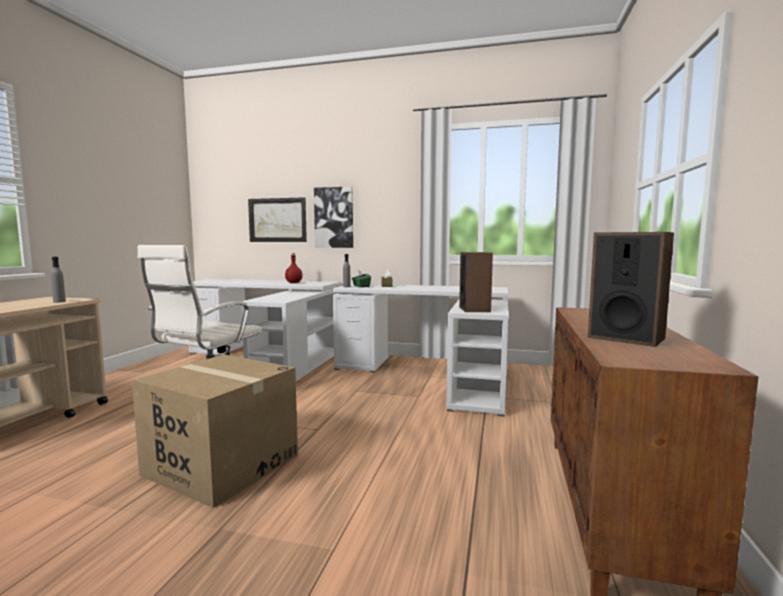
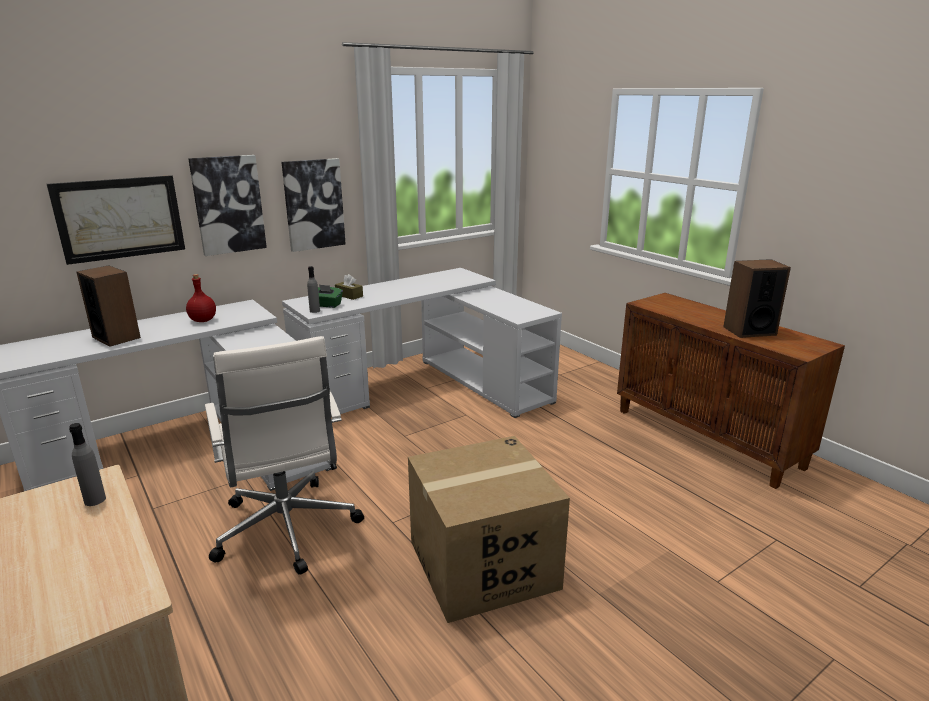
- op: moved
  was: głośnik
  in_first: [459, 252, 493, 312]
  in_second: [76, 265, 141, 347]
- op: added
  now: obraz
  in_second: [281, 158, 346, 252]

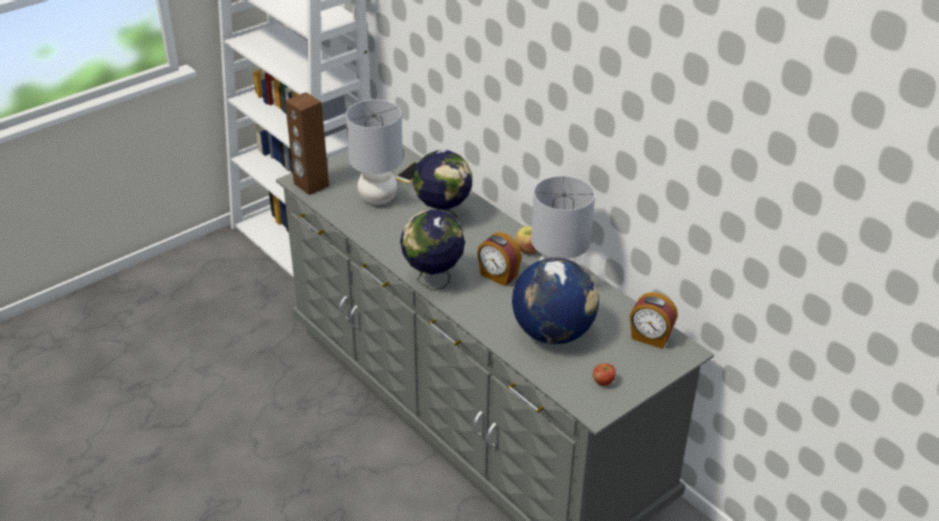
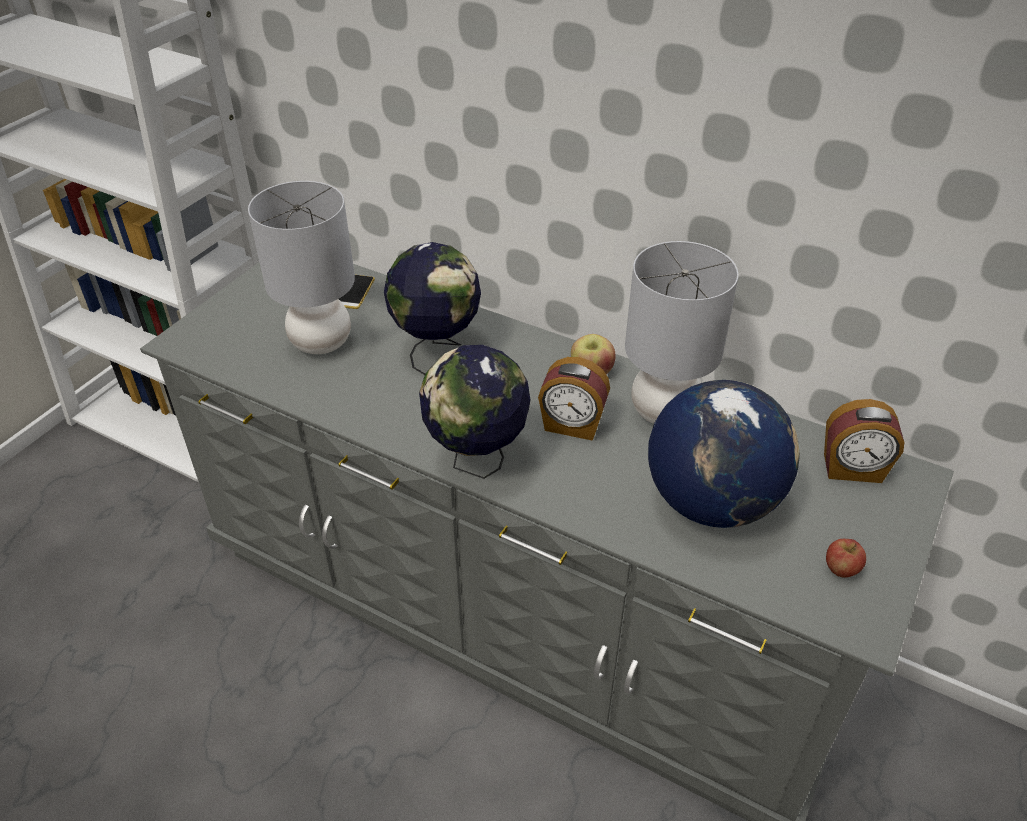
- op: removed
  was: głośnik [brązowy]
  in_first: [285, 92, 329, 195]

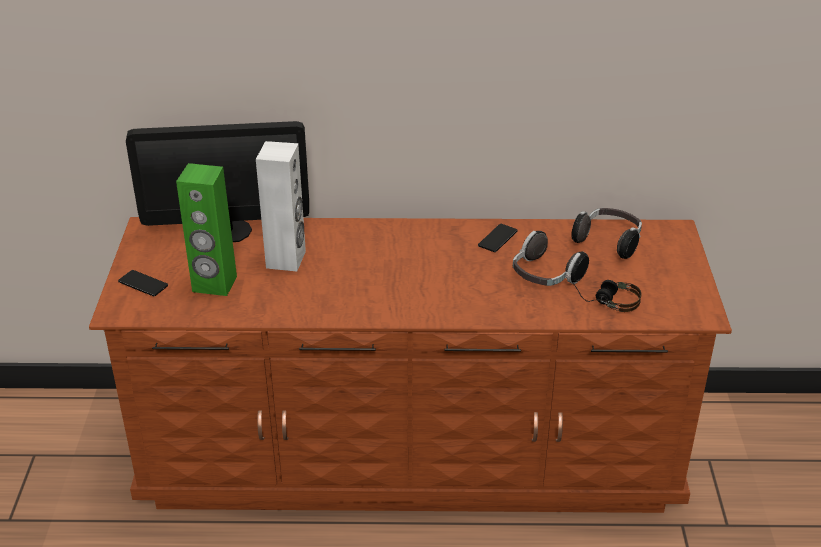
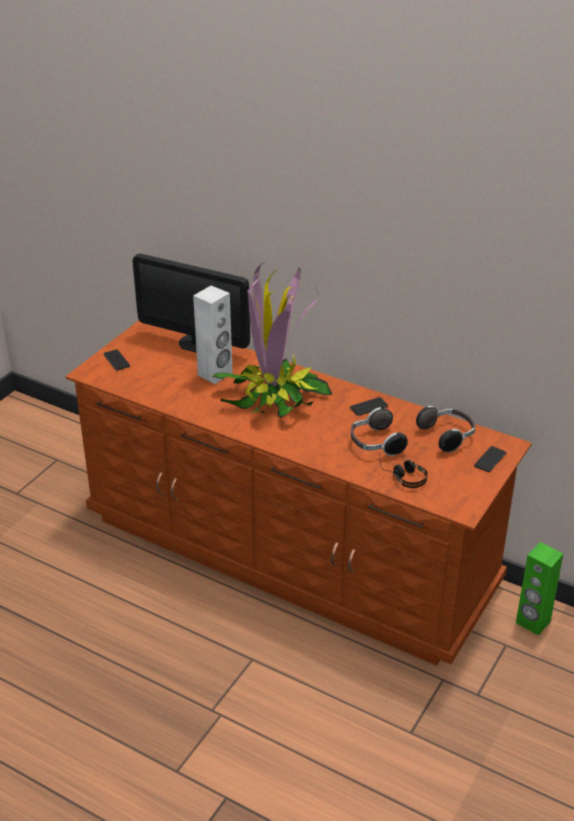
- op: moved
  was: głośnik [zielony]
  in_first: [176, 163, 237, 296]
  in_second: [516, 542, 563, 635]
- op: added
  now: roślina doniczkowa
  in_second: [211, 262, 332, 417]
- op: added
  now: telefon
  in_second: [474, 446, 506, 472]

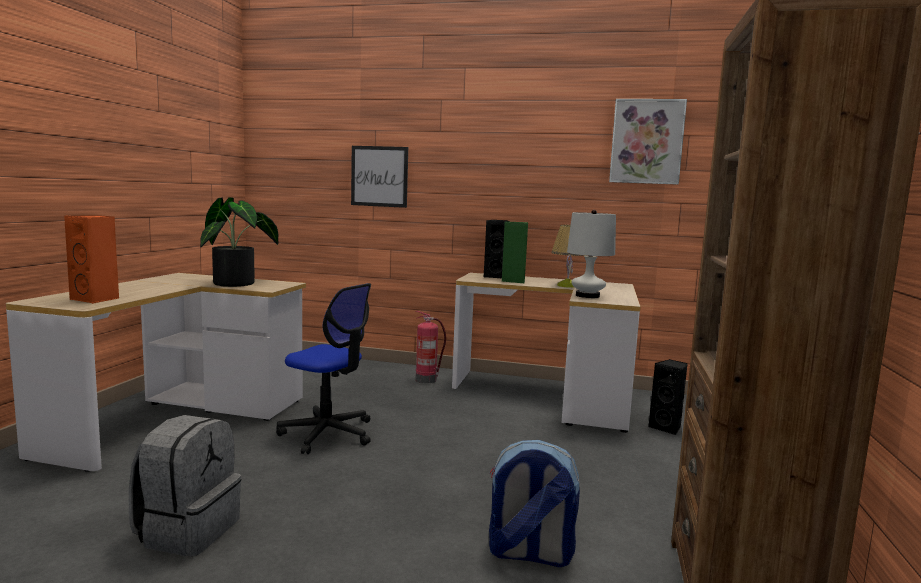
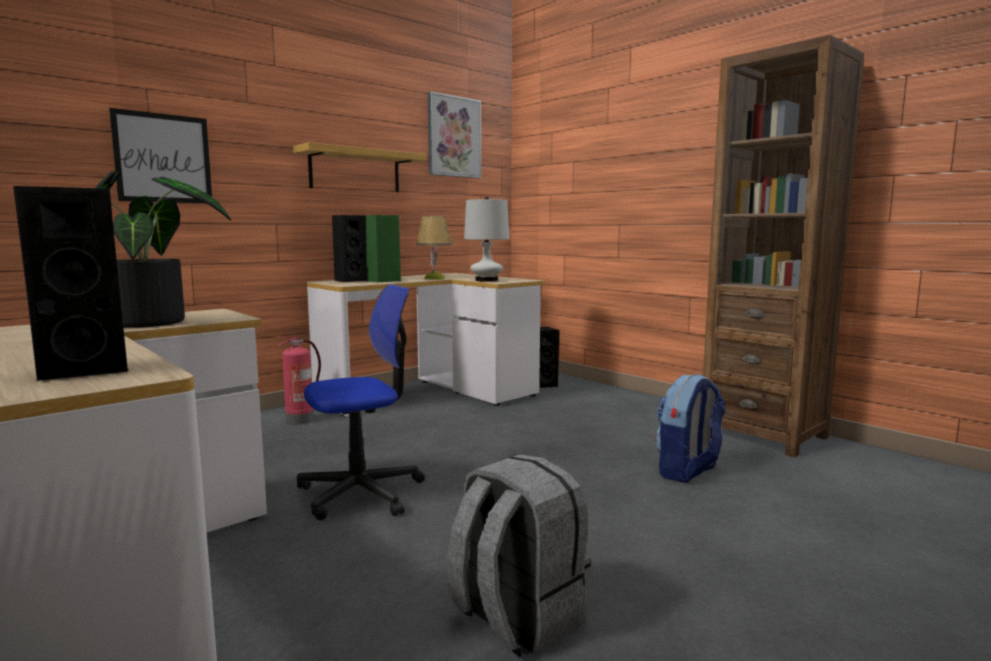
- op: recoloured
  was: głośnik [pomarańczowy]
  now: głośnik [czarny]
  in_first: [64, 215, 119, 304]
  in_second: [13, 186, 129, 381]
- op: added
  now: półka
  in_second: [293, 142, 426, 192]

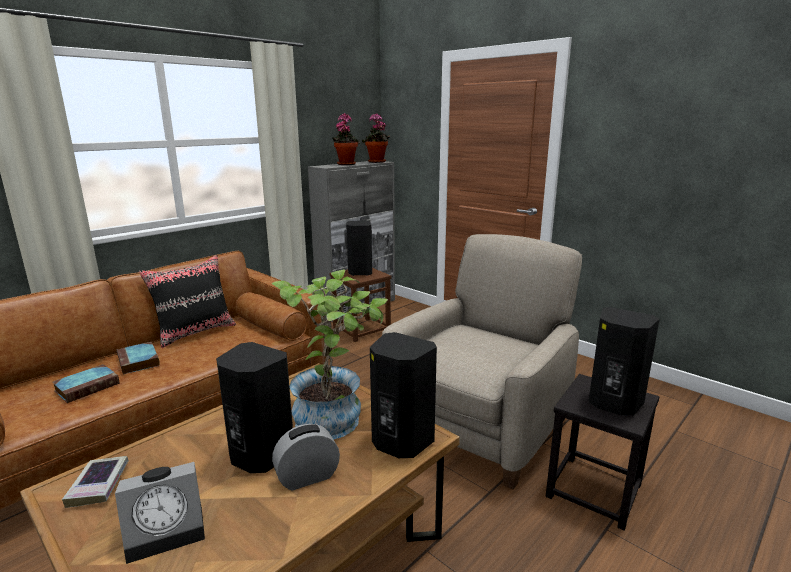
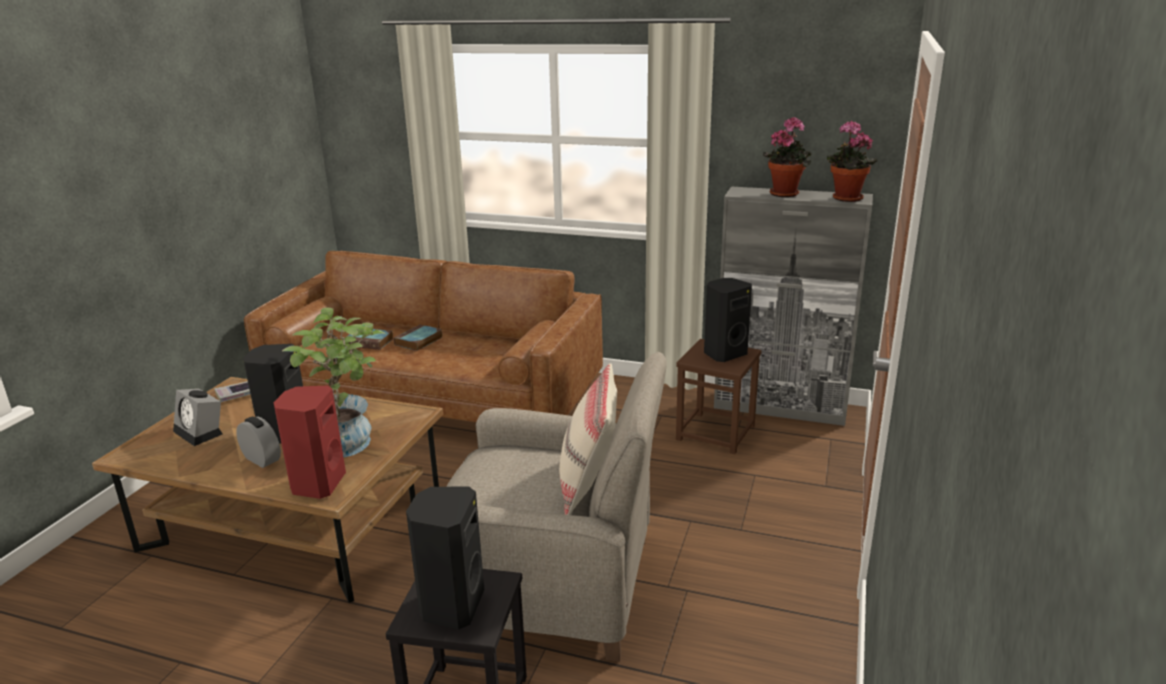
- op: removed
  was: poduszka [czarny]
  in_first: [139, 255, 236, 348]
- op: recoloured
  was: głośnik [czarny]
  now: głośnik [czerwony]
  in_first: [370, 332, 437, 458]
  in_second: [273, 385, 346, 499]
- op: added
  now: poduszka [beżowy]
  in_second: [559, 363, 617, 515]

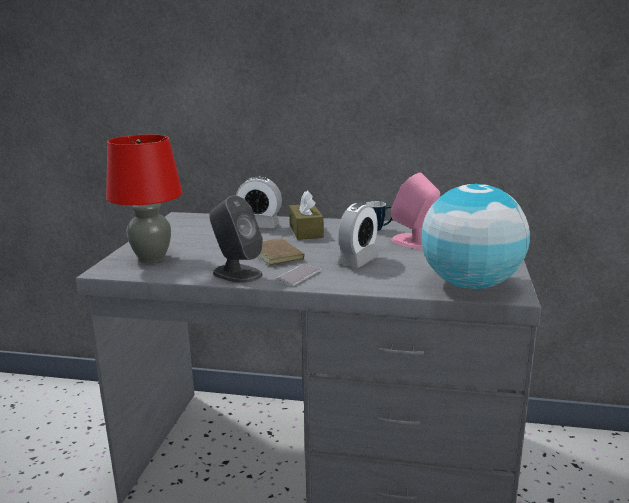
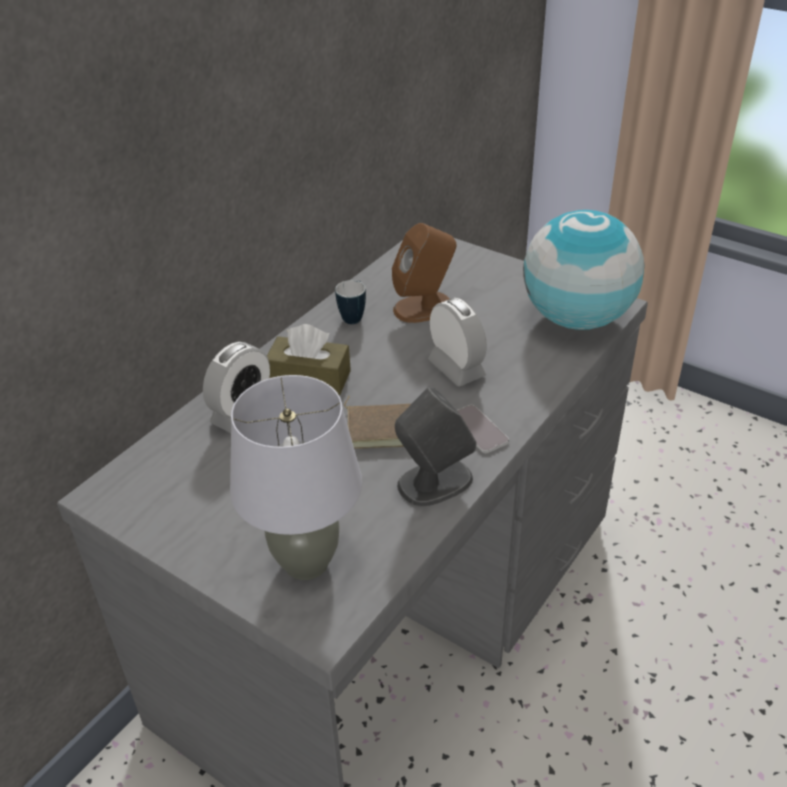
- op: recoloured
  was: lampa stołowa [czerwony]
  now: lampa stołowa [szary]
  in_first: [106, 135, 183, 263]
  in_second: [230, 375, 362, 580]
- op: recoloured
  was: głośnik [różowy]
  now: głośnik [brązowy]
  in_first: [391, 173, 440, 249]
  in_second: [392, 223, 457, 323]

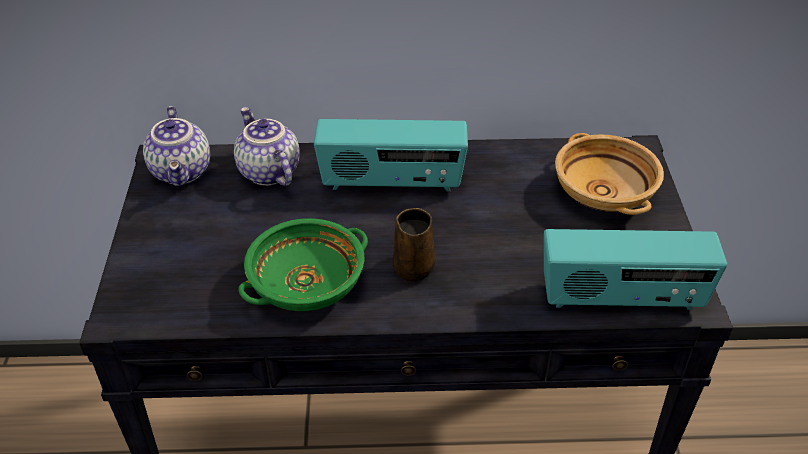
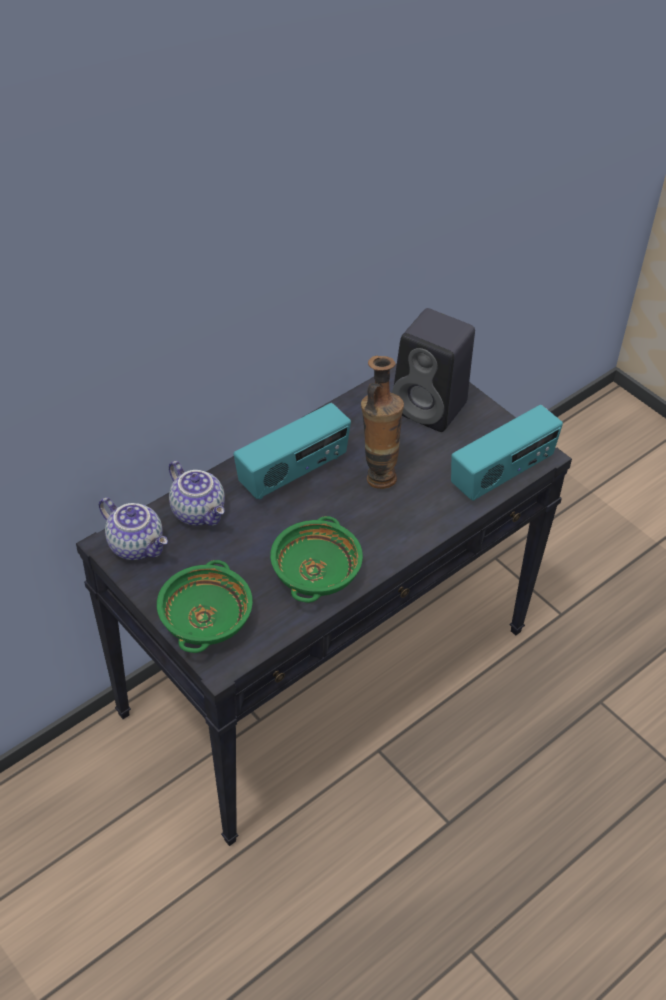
- op: turned
  was: imbryk
  in_first: [234, 107, 300, 186]
  in_second: [169, 461, 225, 526]
  clockwise: -150
- op: replaced
  was: miska [beżowy]
  now: głośnik [czarny]
  in_first: [555, 133, 664, 215]
  in_second: [392, 308, 475, 432]
- op: removed
  was: kubek [brązowy]
  in_first: [393, 208, 435, 282]
- op: added
  now: wazon
  in_second: [361, 356, 404, 489]
- op: added
  now: miska [zielony]
  in_second: [157, 560, 253, 653]

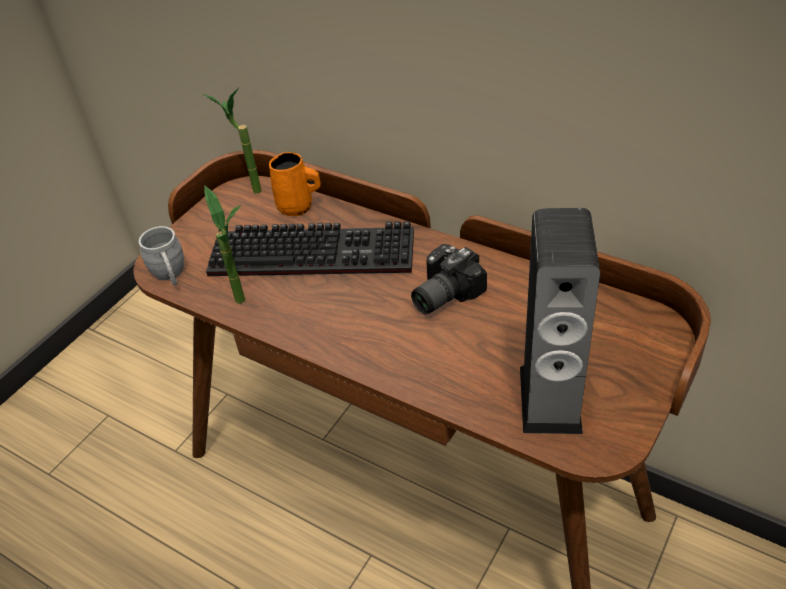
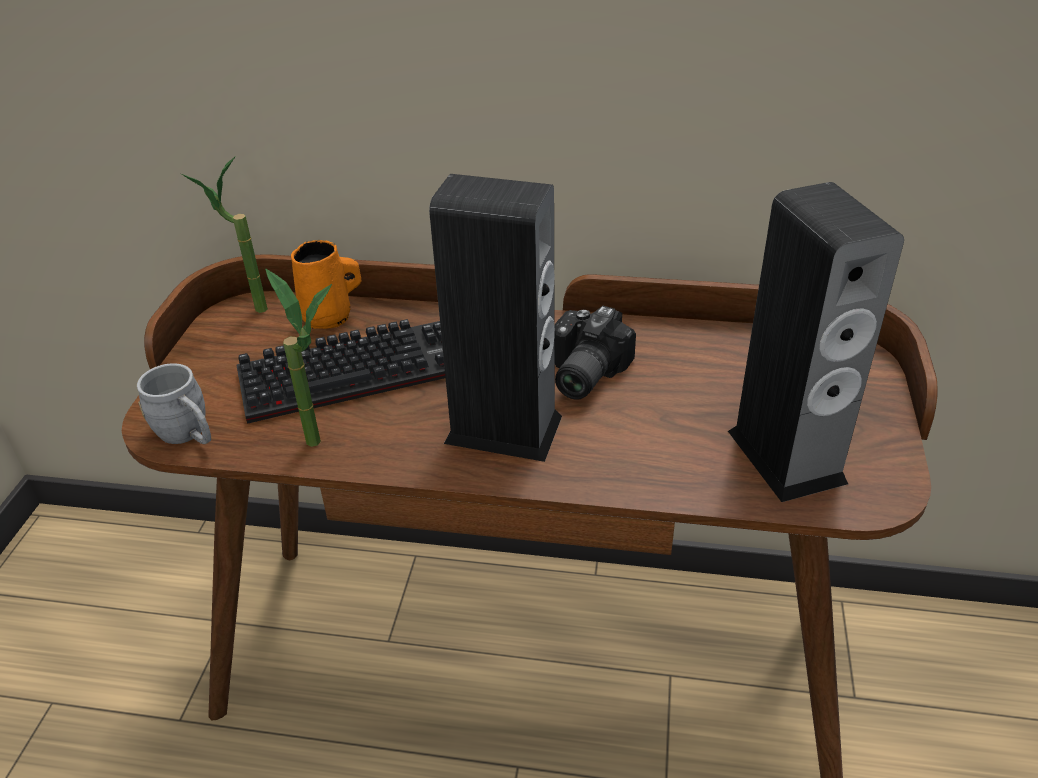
- op: added
  now: głośnik
  in_second: [429, 174, 562, 462]

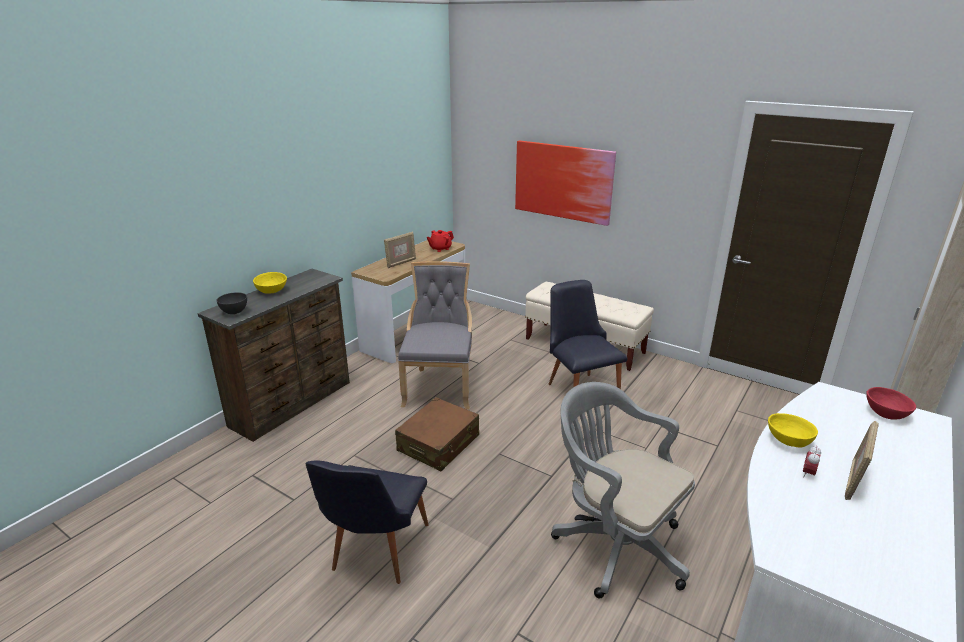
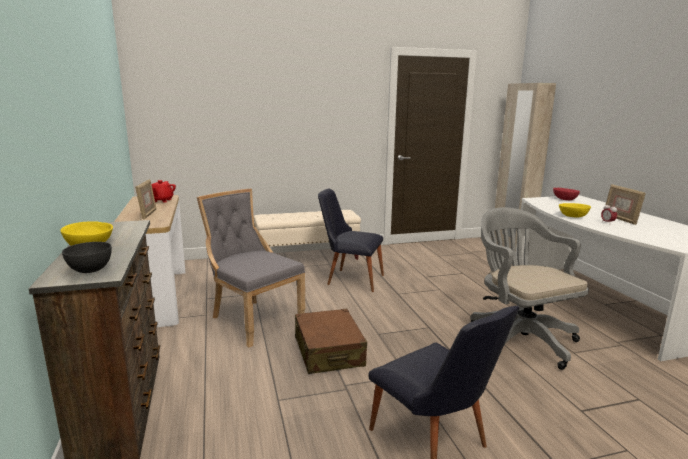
- op: removed
  was: obraz
  in_first: [515, 140, 616, 226]
- op: turned
  was: krzesło biurowe [szary]
  in_first: [551, 382, 695, 598]
  in_second: [470, 207, 589, 370]
  clockwise: 75

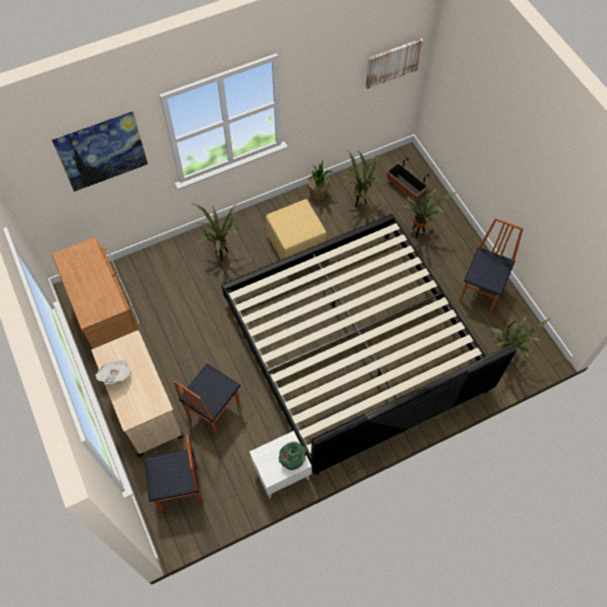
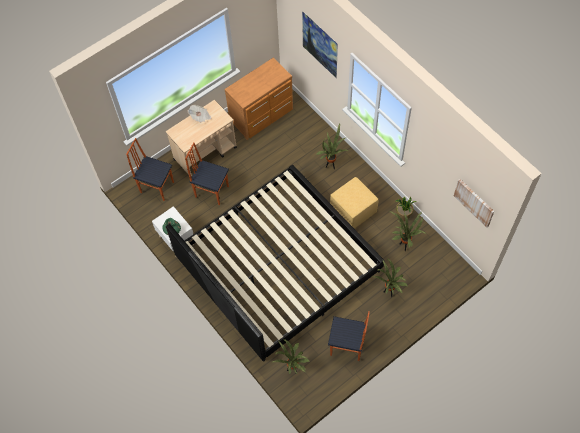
- op: removed
  was: donica
  in_first: [386, 157, 429, 202]
- op: turned
  was: krzesło
  in_first: [145, 435, 203, 511]
  in_second: [126, 138, 174, 201]
  clockwise: 135

